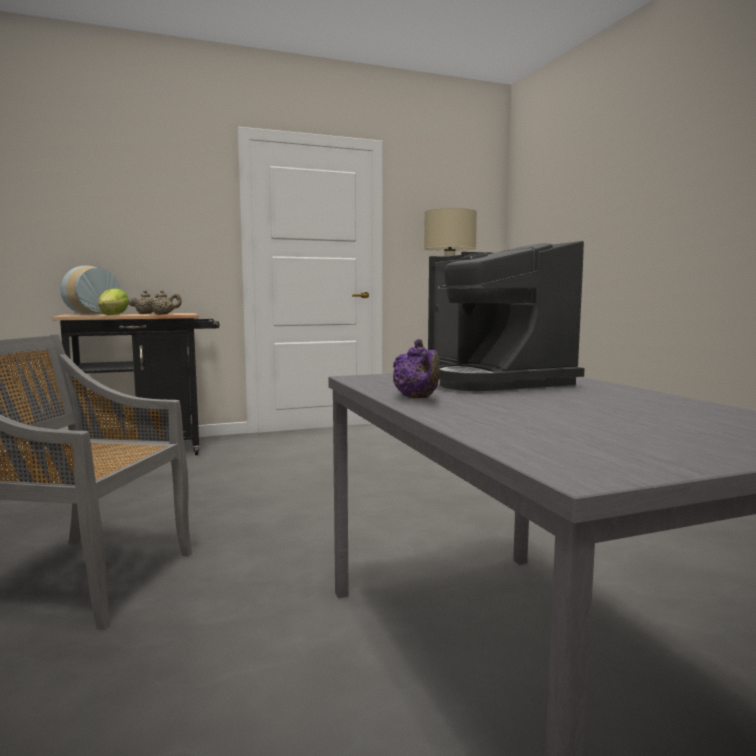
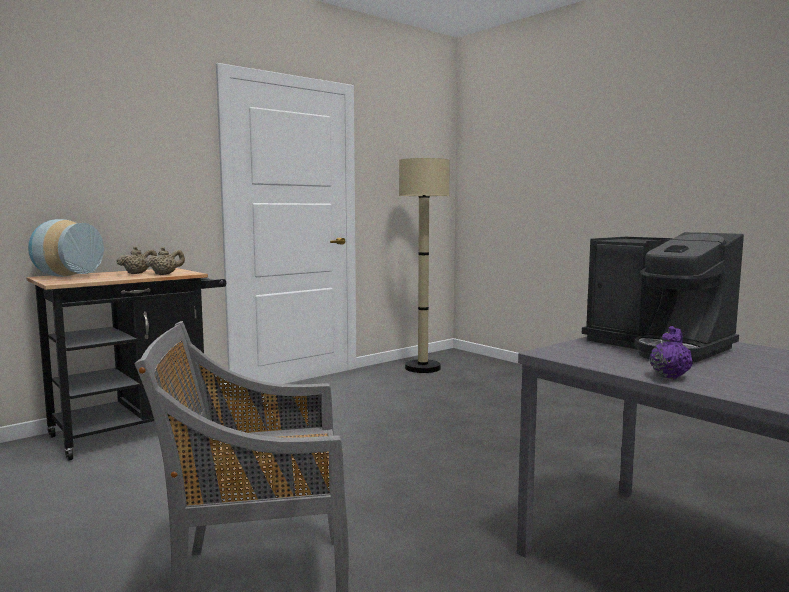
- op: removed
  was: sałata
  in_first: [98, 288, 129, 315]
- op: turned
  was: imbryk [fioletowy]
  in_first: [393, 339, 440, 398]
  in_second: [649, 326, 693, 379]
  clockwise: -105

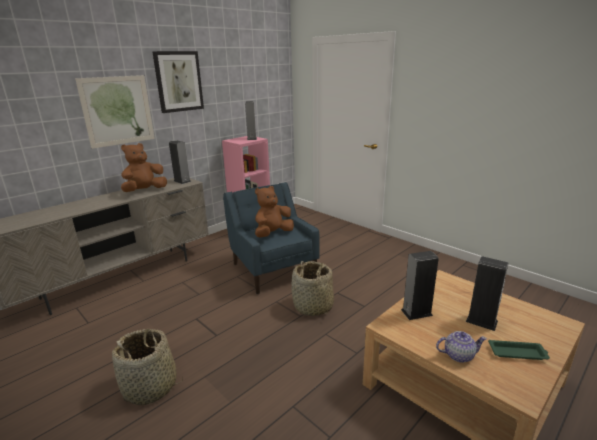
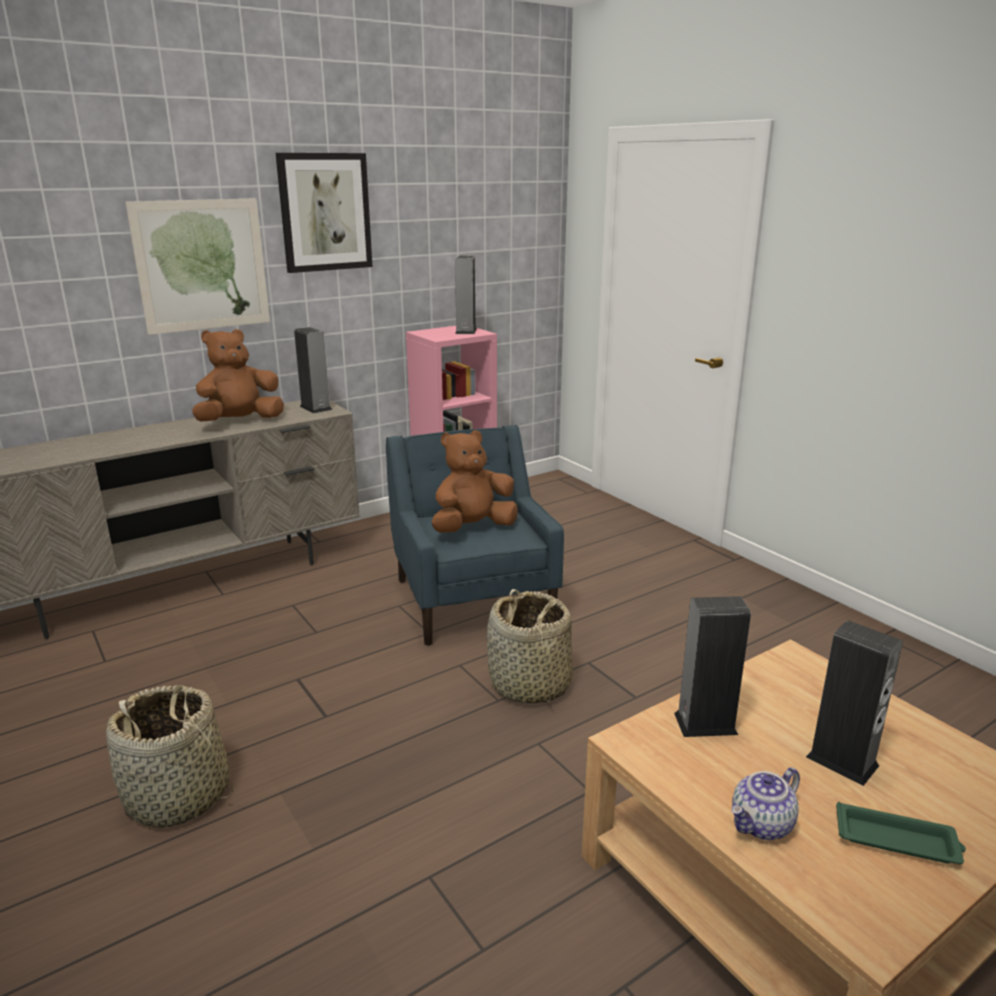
- op: turned
  was: imbryk
  in_first: [436, 331, 487, 363]
  in_second: [732, 767, 800, 840]
  clockwise: 135

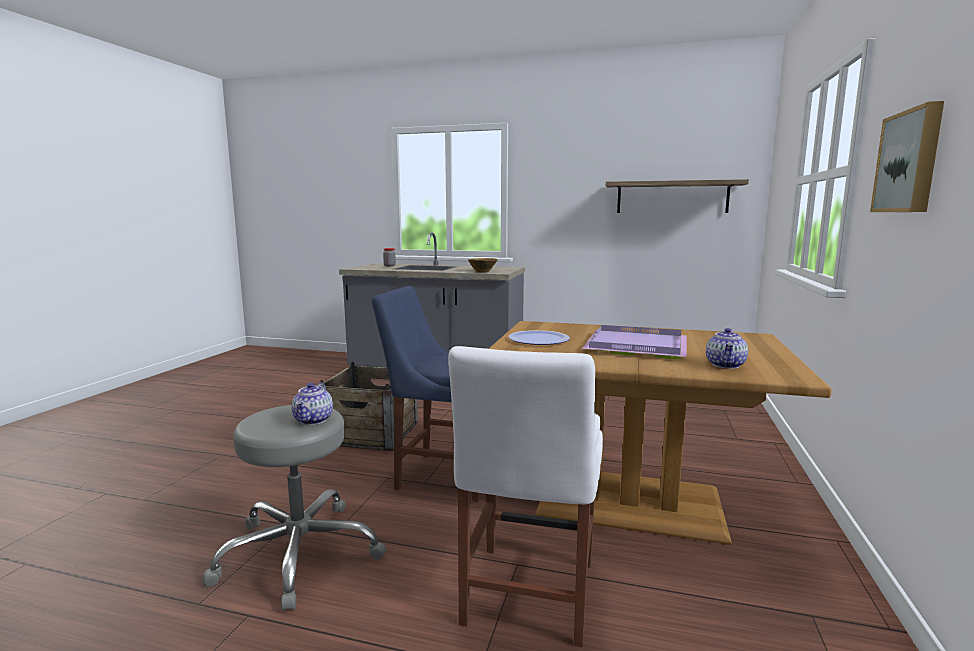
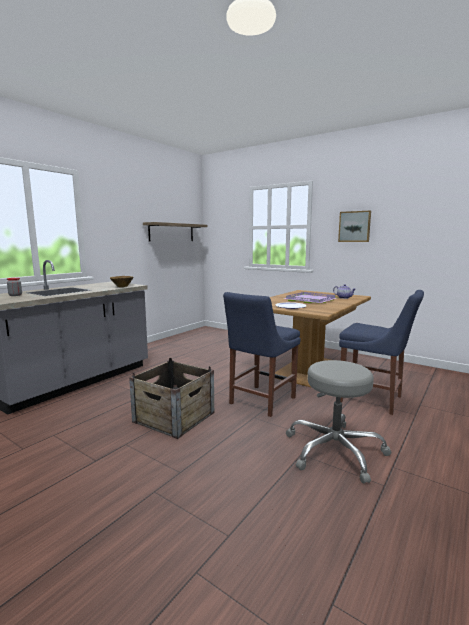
- op: recoloured
  was: krzesło [biały]
  now: krzesło [niebieski]
  in_first: [448, 346, 603, 647]
  in_second: [339, 290, 424, 415]
- op: removed
  was: imbryk
  in_first: [291, 382, 333, 425]

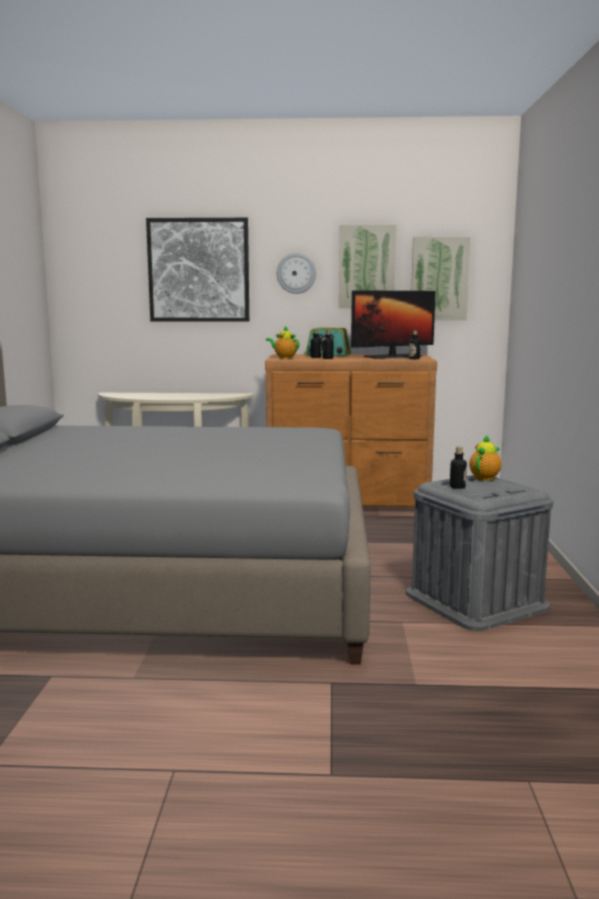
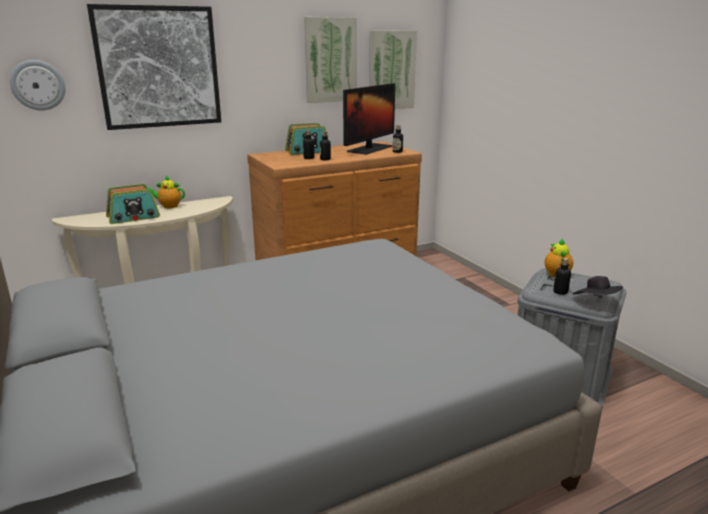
- op: moved
  was: zegar ścienny
  in_first: [277, 253, 316, 294]
  in_second: [10, 60, 65, 110]
- op: moved
  was: imbryk
  in_first: [266, 326, 299, 359]
  in_second: [147, 175, 185, 208]
- op: added
  now: radio
  in_second: [106, 184, 160, 224]
- op: added
  now: kapelusz [czarny]
  in_second: [572, 276, 623, 294]

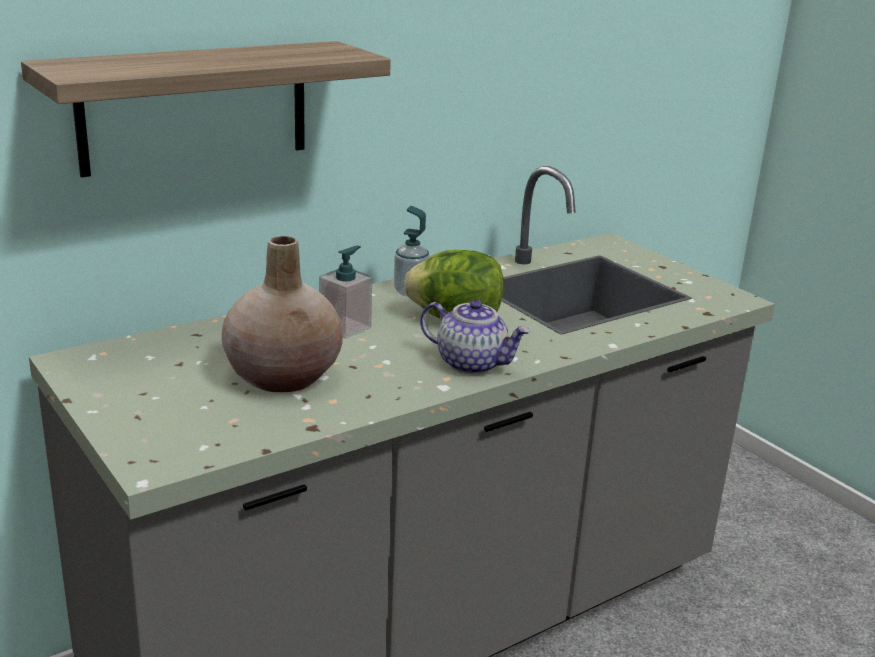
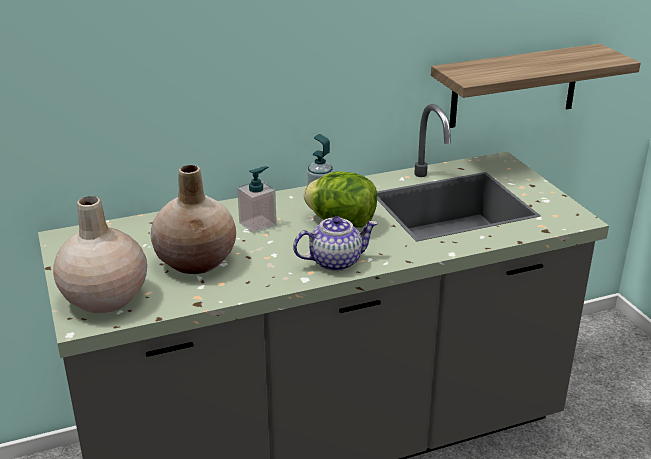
- op: moved
  was: półka
  in_first: [21, 41, 391, 178]
  in_second: [431, 44, 641, 128]
- op: turned
  was: imbryk
  in_first: [420, 300, 531, 374]
  in_second: [293, 216, 378, 271]
  clockwise: -60
- op: added
  now: wazon [beżowy]
  in_second: [53, 196, 147, 313]

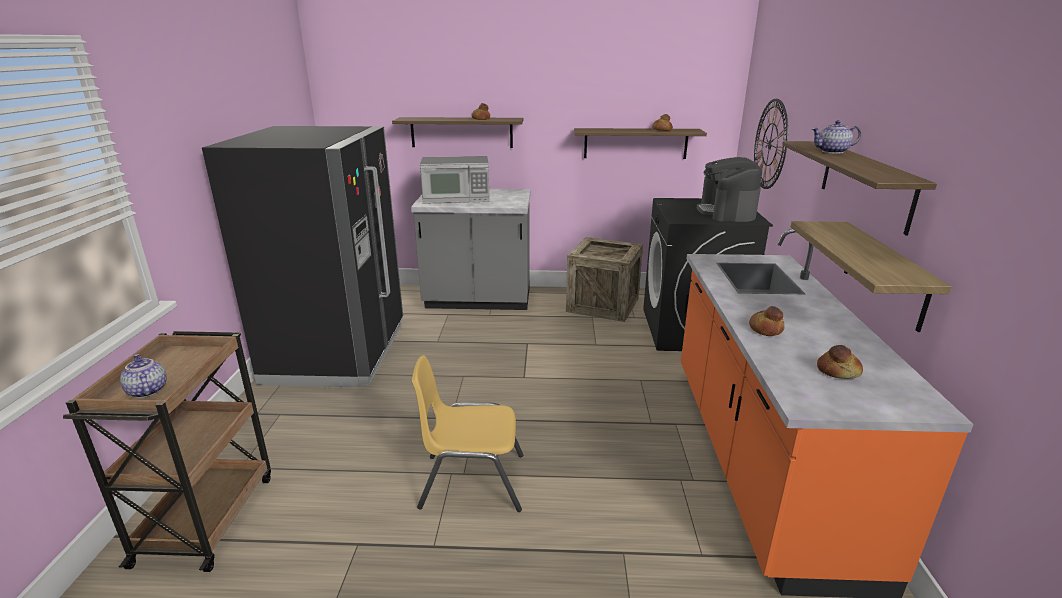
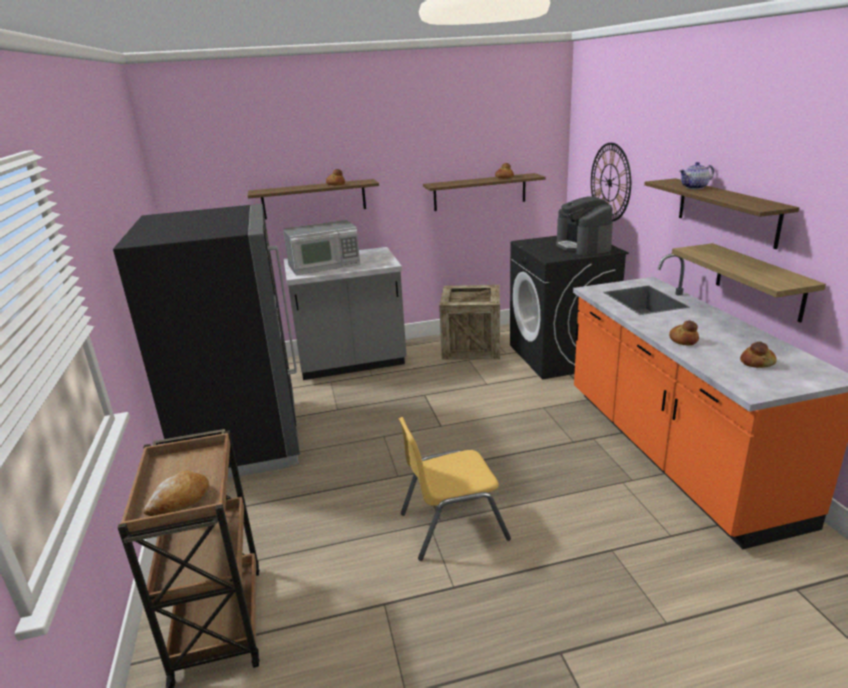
- op: replaced
  was: imbryk
  now: chleb
  in_first: [120, 354, 167, 398]
  in_second: [144, 470, 209, 516]

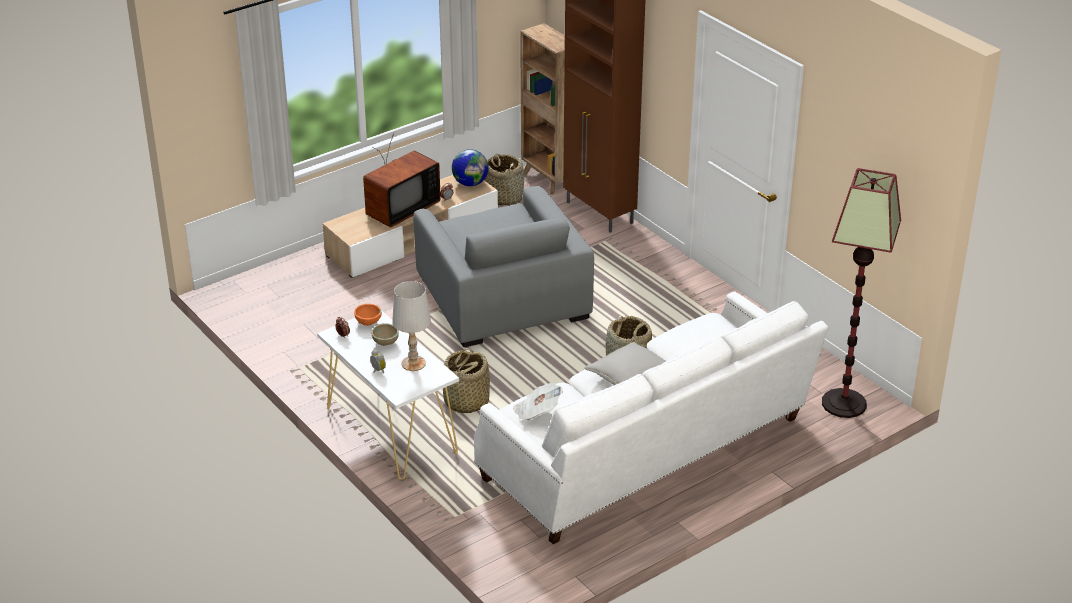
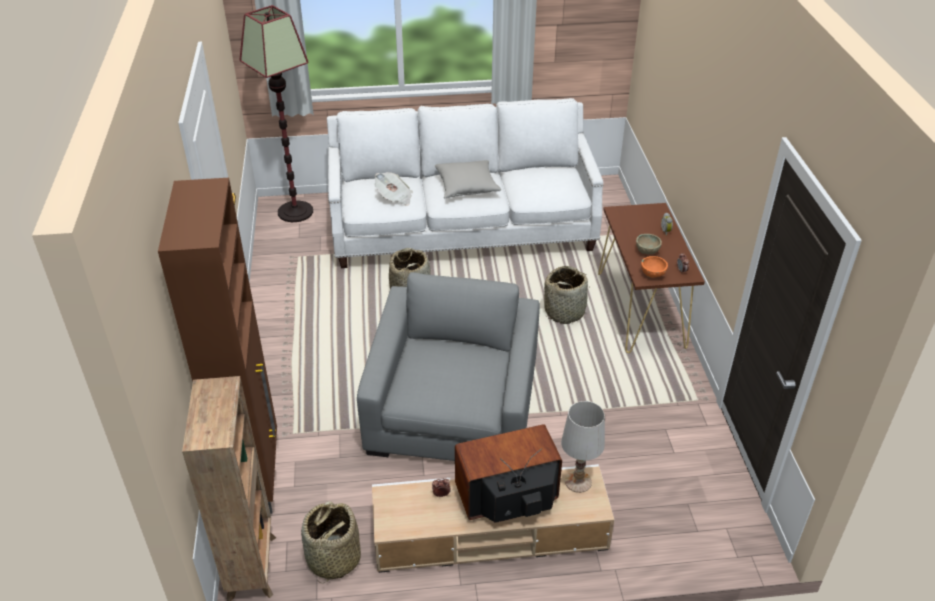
- op: removed
  was: globus
  in_first: [452, 149, 489, 186]
- op: moved
  was: lampa stołowa [biały]
  in_first: [392, 281, 431, 371]
  in_second: [561, 401, 605, 493]
- op: recoloured
  was: stolik konsolowy [biały]
  now: stolik konsolowy [brązowy]
  in_first: [317, 310, 459, 480]
  in_second: [598, 203, 705, 353]
- op: moved
  was: gazeta
  in_first: [513, 382, 563, 422]
  in_second: [374, 172, 413, 206]

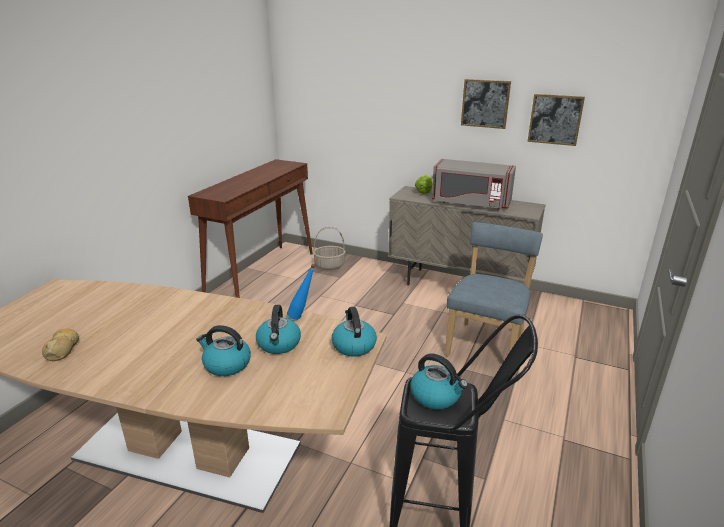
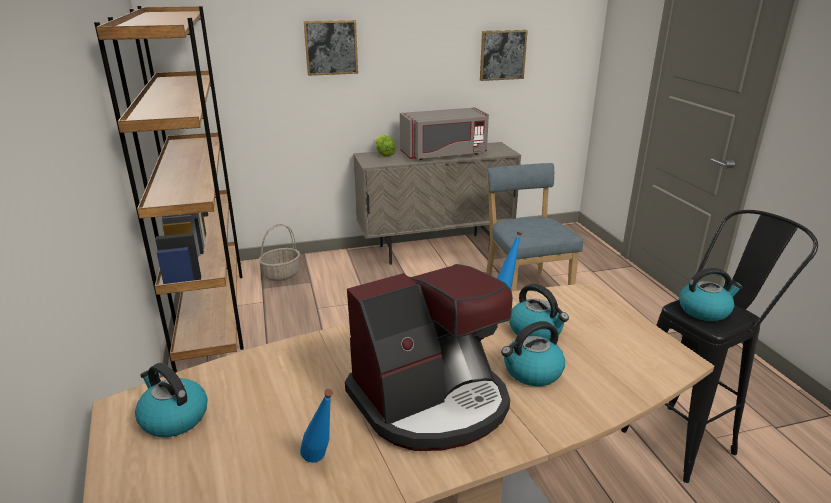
- op: moved
  was: obraz
  in_first: [461, 79, 511, 129]
  in_second: [304, 20, 358, 76]
- op: replaced
  was: stolik konsolowy [brązowy]
  now: regał [brązowy]
  in_first: [188, 159, 313, 298]
  in_second: [94, 6, 244, 373]
- op: moved
  was: czajnik
  in_first: [332, 307, 377, 357]
  in_second: [135, 363, 207, 437]
- op: replaced
  was: chleb
  now: butelka [niebieski]
  in_first: [42, 329, 79, 361]
  in_second: [300, 389, 333, 463]
- op: added
  now: ekspres do kawy
  in_second: [345, 264, 513, 451]

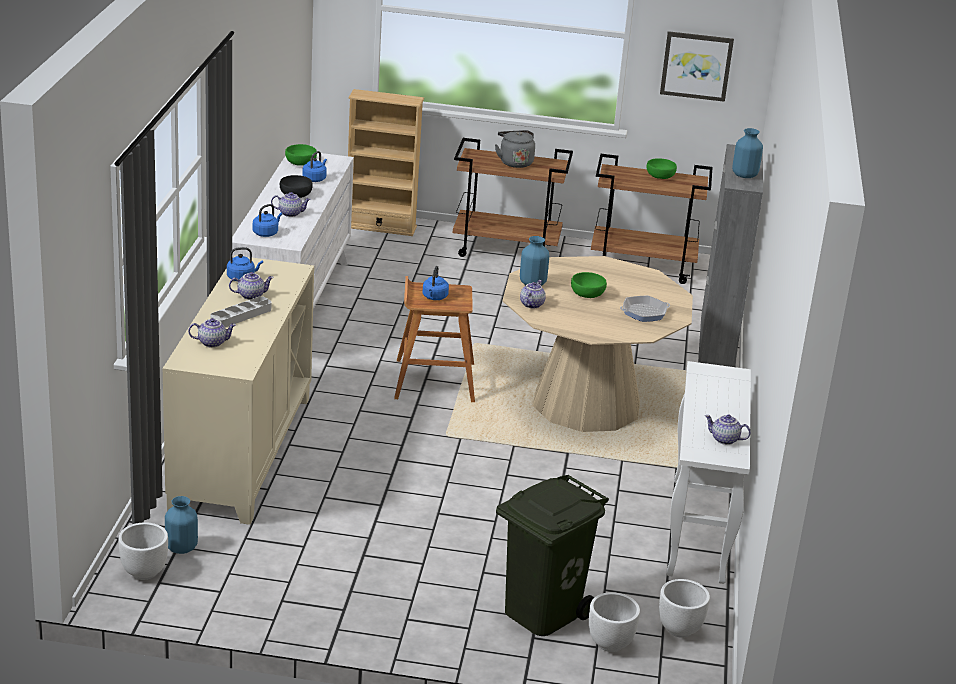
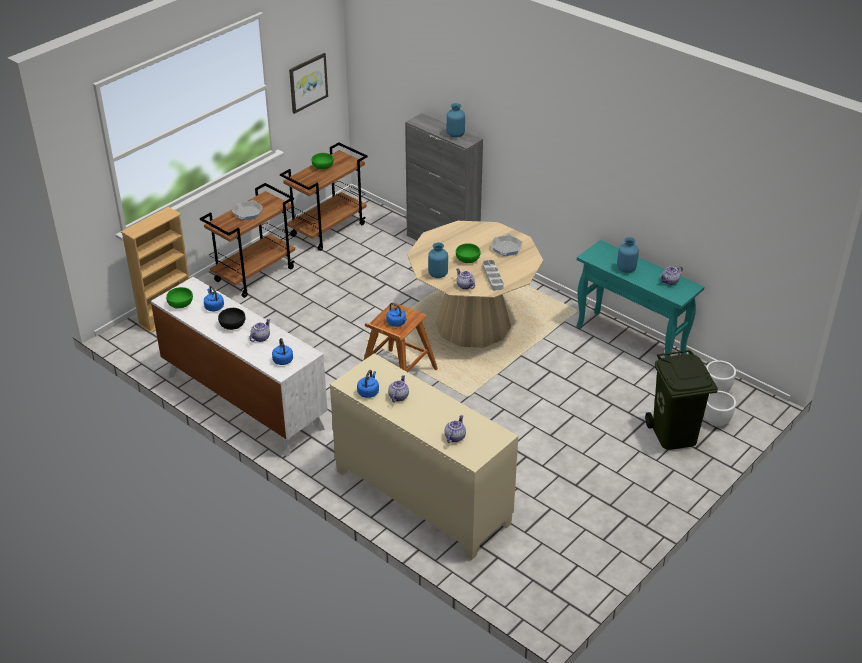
- op: replaced
  was: czajnik [szary]
  now: patelnia
  in_first: [495, 130, 535, 168]
  in_second: [232, 200, 263, 220]
- op: moved
  was: taca [szary]
  in_first: [210, 296, 271, 327]
  in_second: [483, 260, 504, 291]
- op: recoloured
  was: stolik konsolowy [biały]
  now: stolik konsolowy [turkusowy]
  in_first: [666, 361, 751, 584]
  in_second: [576, 240, 704, 358]
- op: moved
  was: wazon [niebieski]
  in_first: [165, 496, 198, 554]
  in_second: [617, 237, 639, 273]
- op: removed
  was: donica [biały]
  in_first: [118, 522, 168, 580]

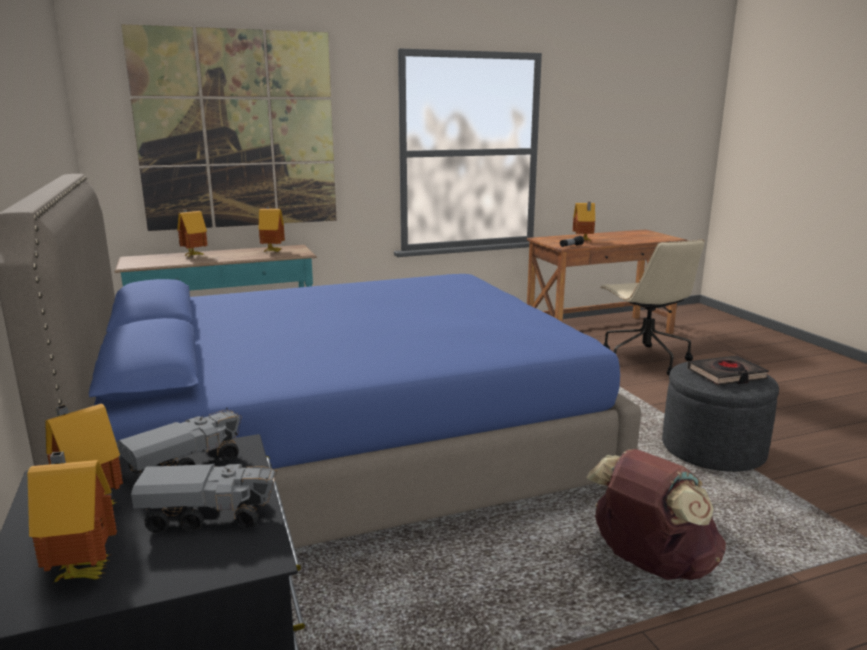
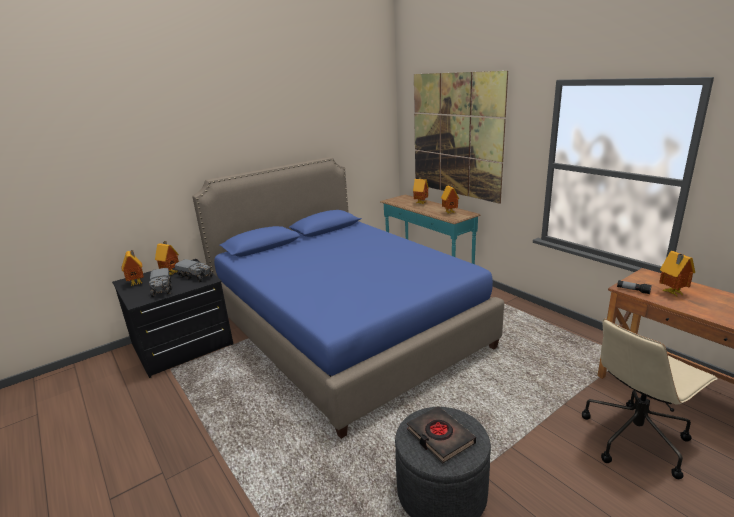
- op: removed
  was: plecak [brązowy]
  in_first: [586, 449, 726, 580]

